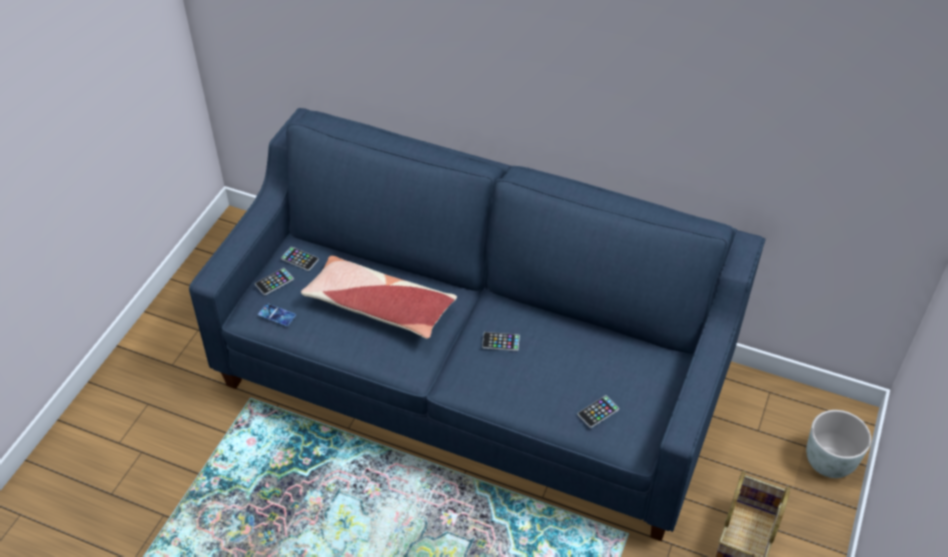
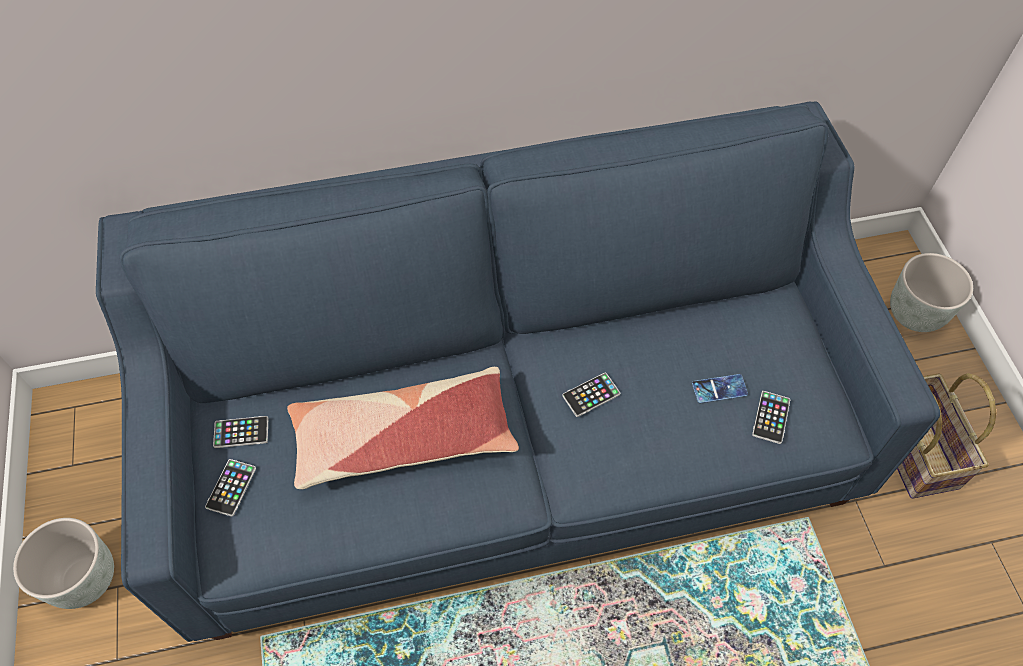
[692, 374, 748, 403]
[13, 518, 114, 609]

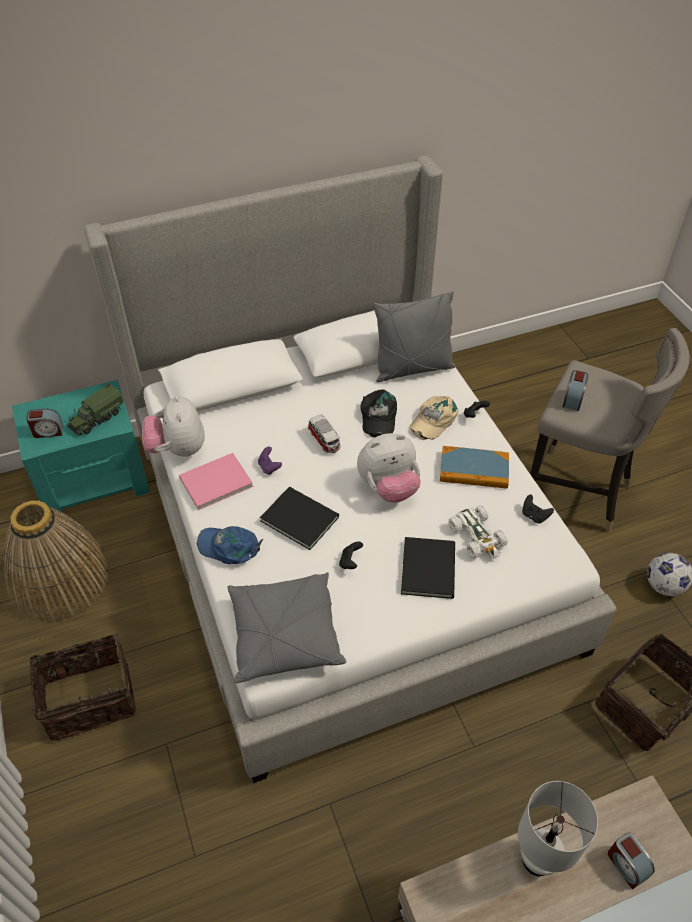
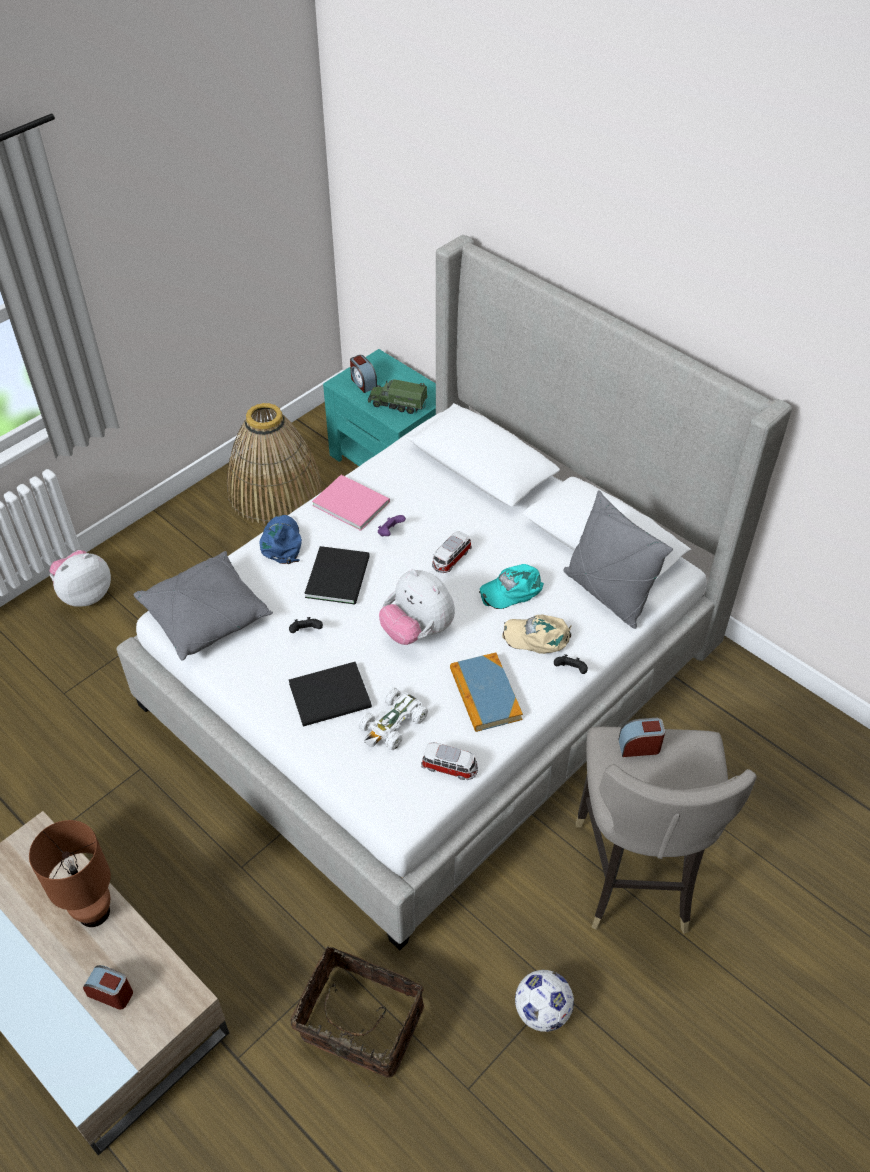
[30, 634, 136, 741] (first image)
[49, 550, 111, 607]
[479, 564, 544, 609]
[29, 820, 111, 927]
[421, 742, 478, 780]
[83, 965, 133, 1009]

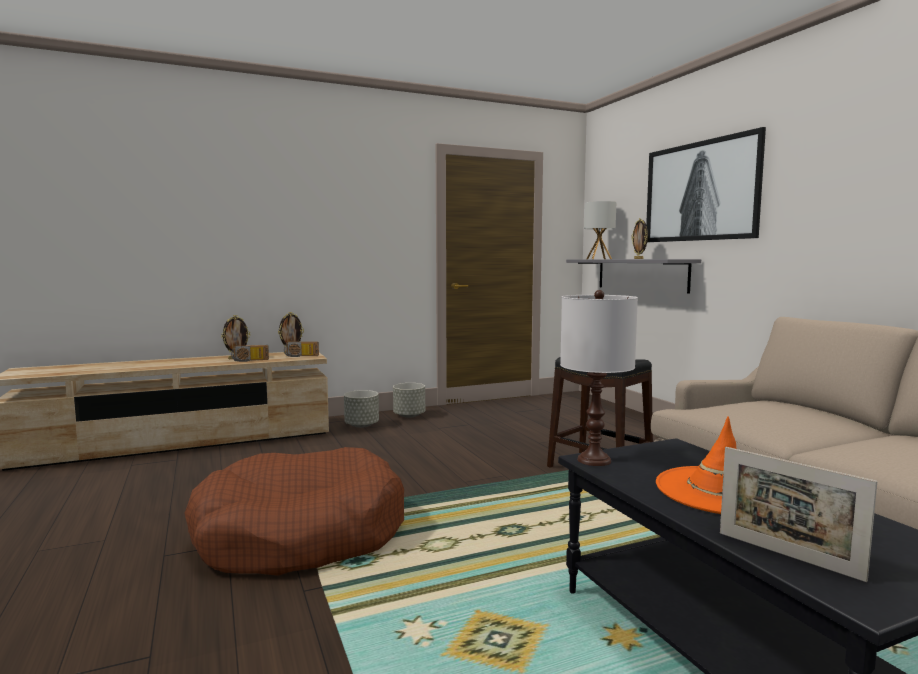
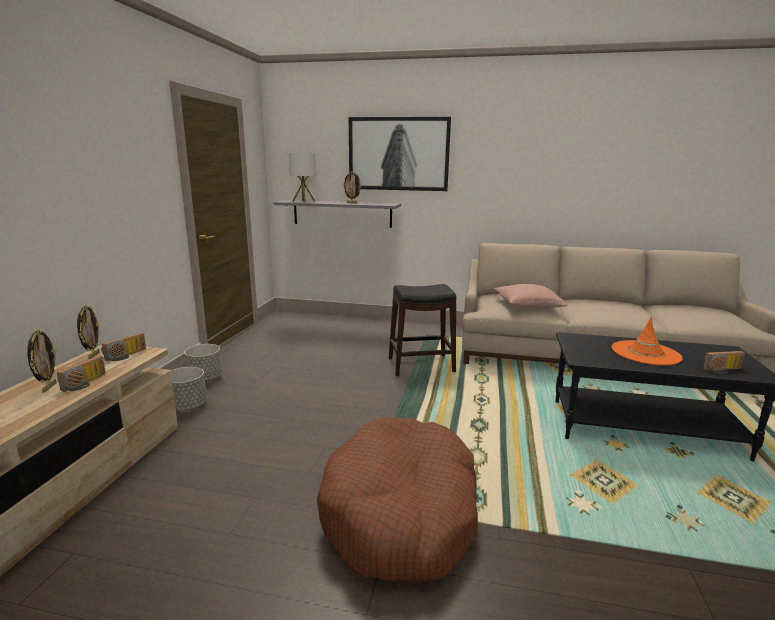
[560, 290, 638, 466] (first image)
[703, 351, 745, 374]
[494, 284, 568, 308]

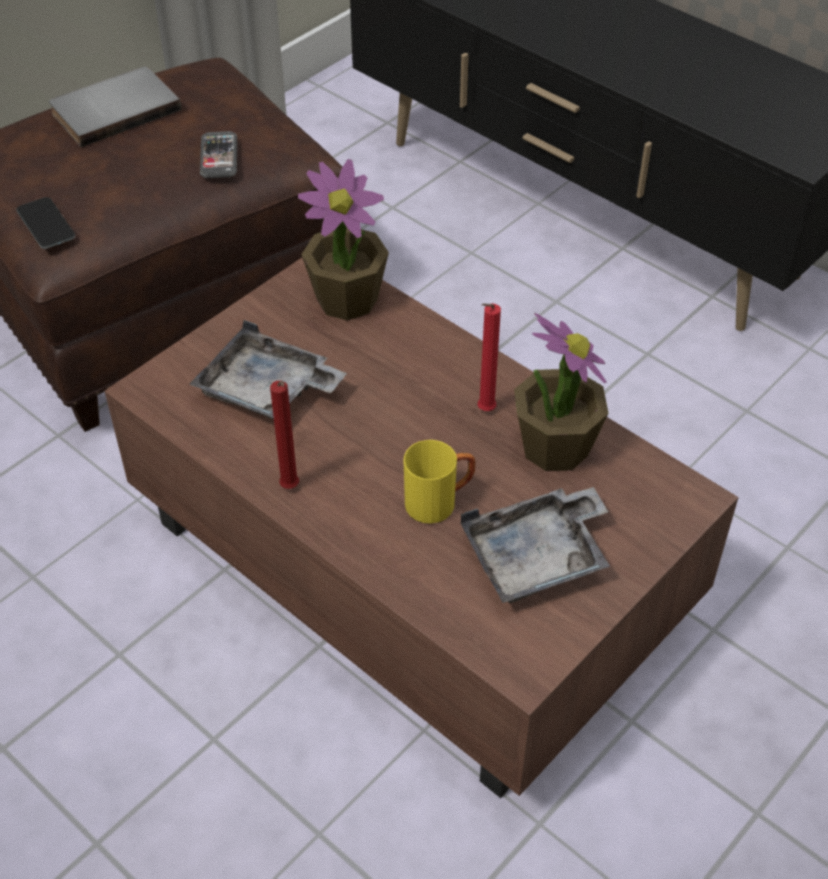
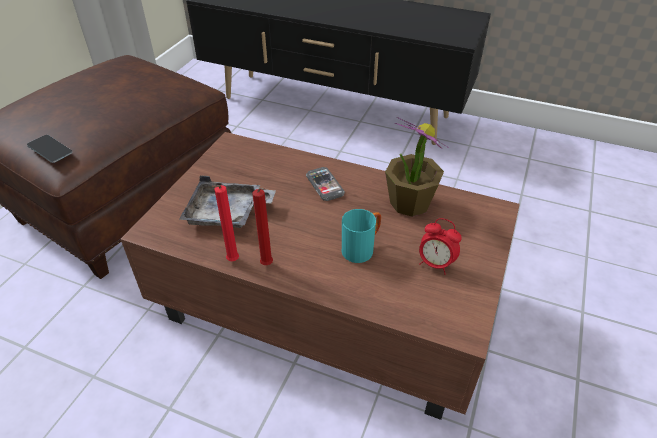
[49, 67, 182, 147] (first image)
[306, 167, 345, 201]
[298, 159, 389, 321] (first image)
[342, 209, 381, 263]
[419, 218, 462, 275]
[212, 185, 239, 261]

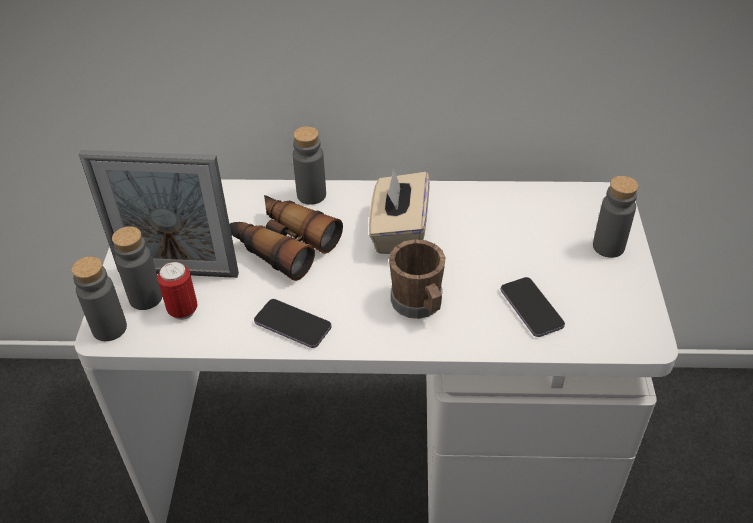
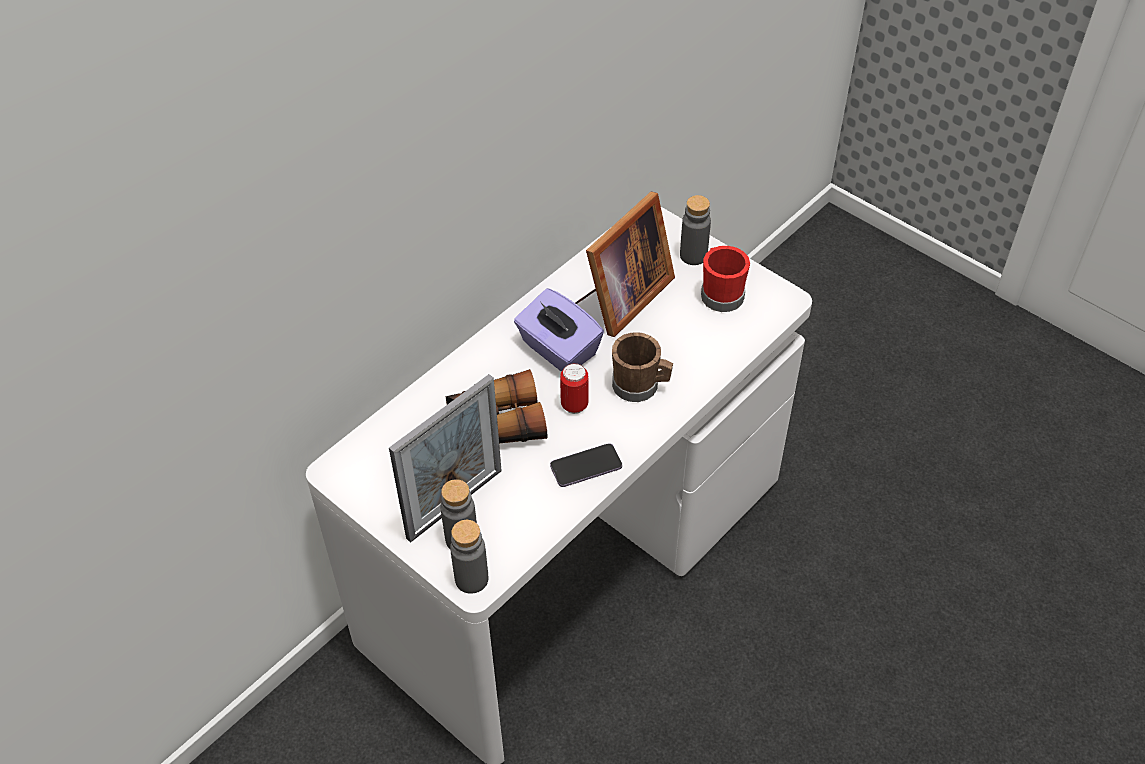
[560, 363, 589, 414]
[293, 126, 326, 205] (first image)
[514, 289, 604, 372]
[501, 277, 565, 337] (first image)
[575, 191, 675, 337]
[701, 246, 750, 312]

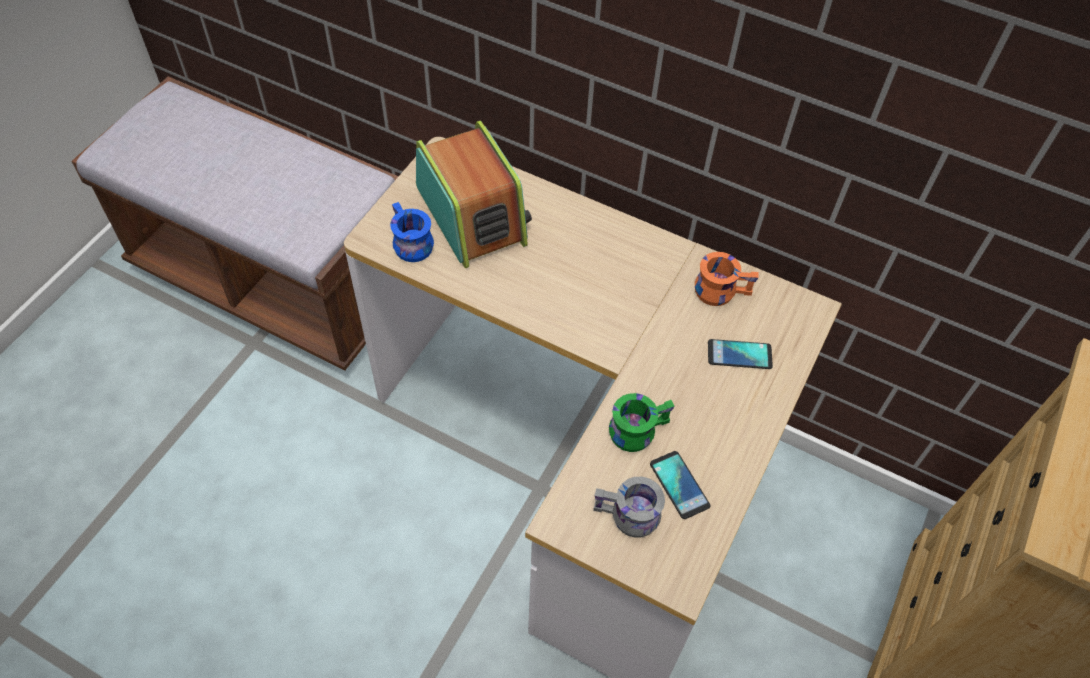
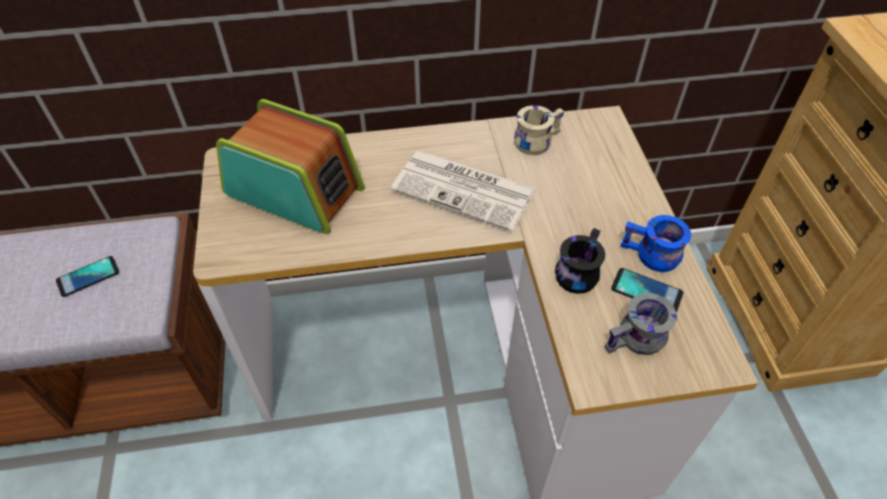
[620, 215, 691, 272]
[555, 228, 605, 294]
[514, 105, 564, 155]
[56, 256, 119, 297]
[391, 151, 536, 232]

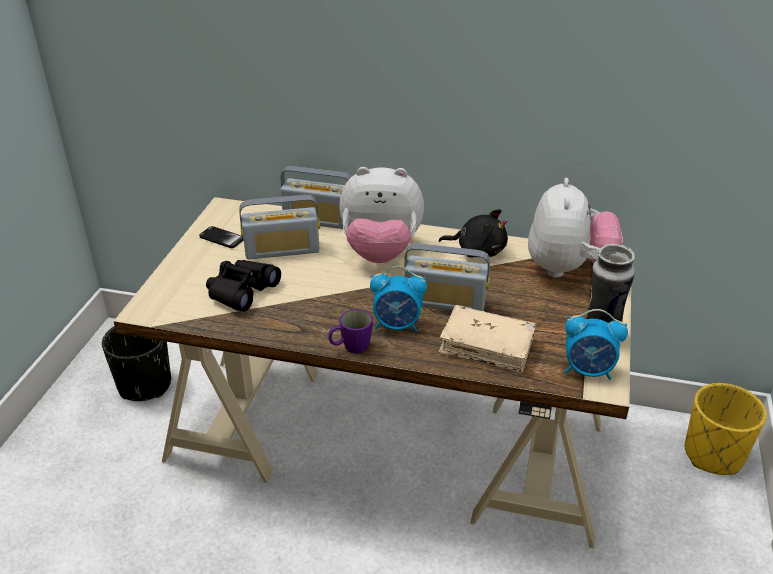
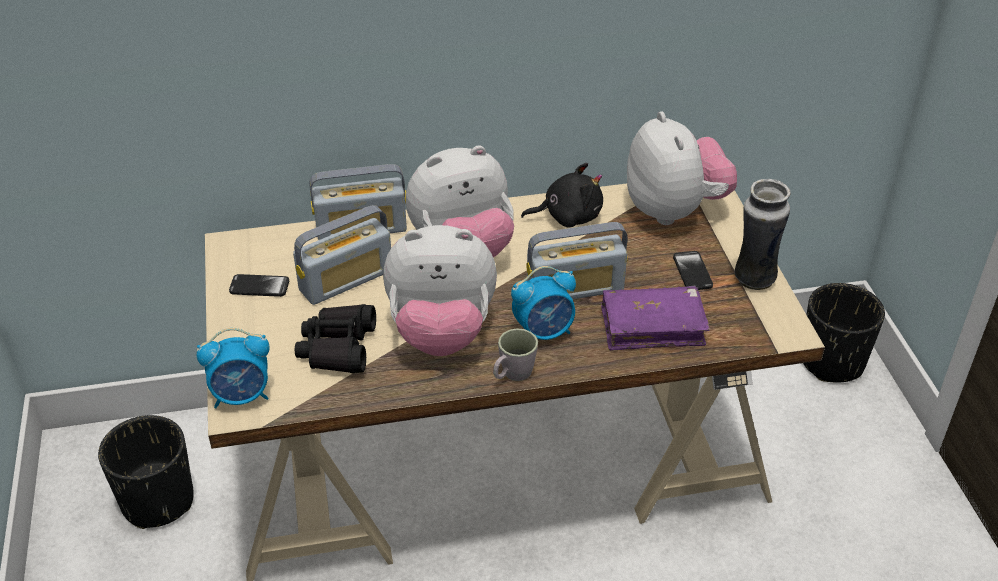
[493, 328, 538, 381]
[601, 286, 710, 351]
[197, 328, 270, 408]
[803, 283, 885, 382]
[383, 225, 497, 356]
[673, 251, 713, 290]

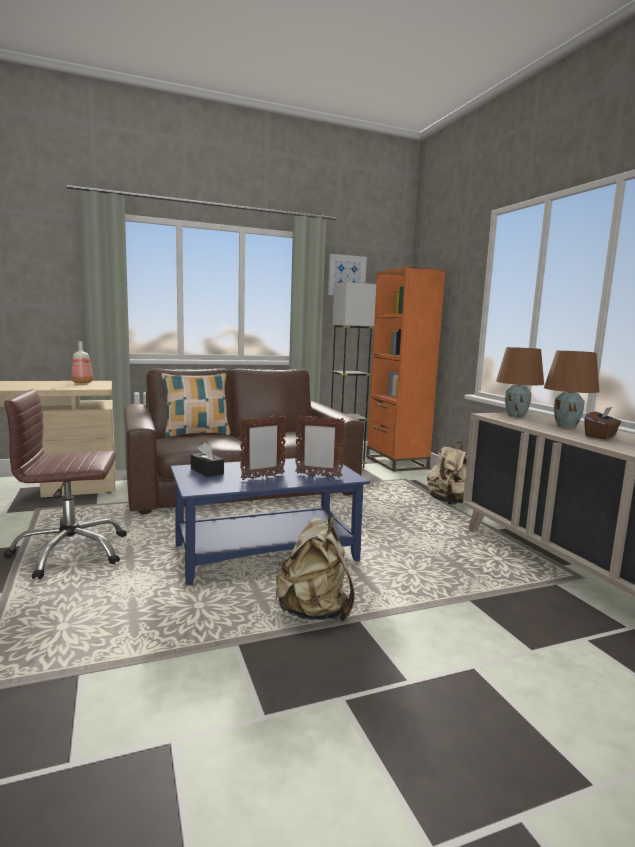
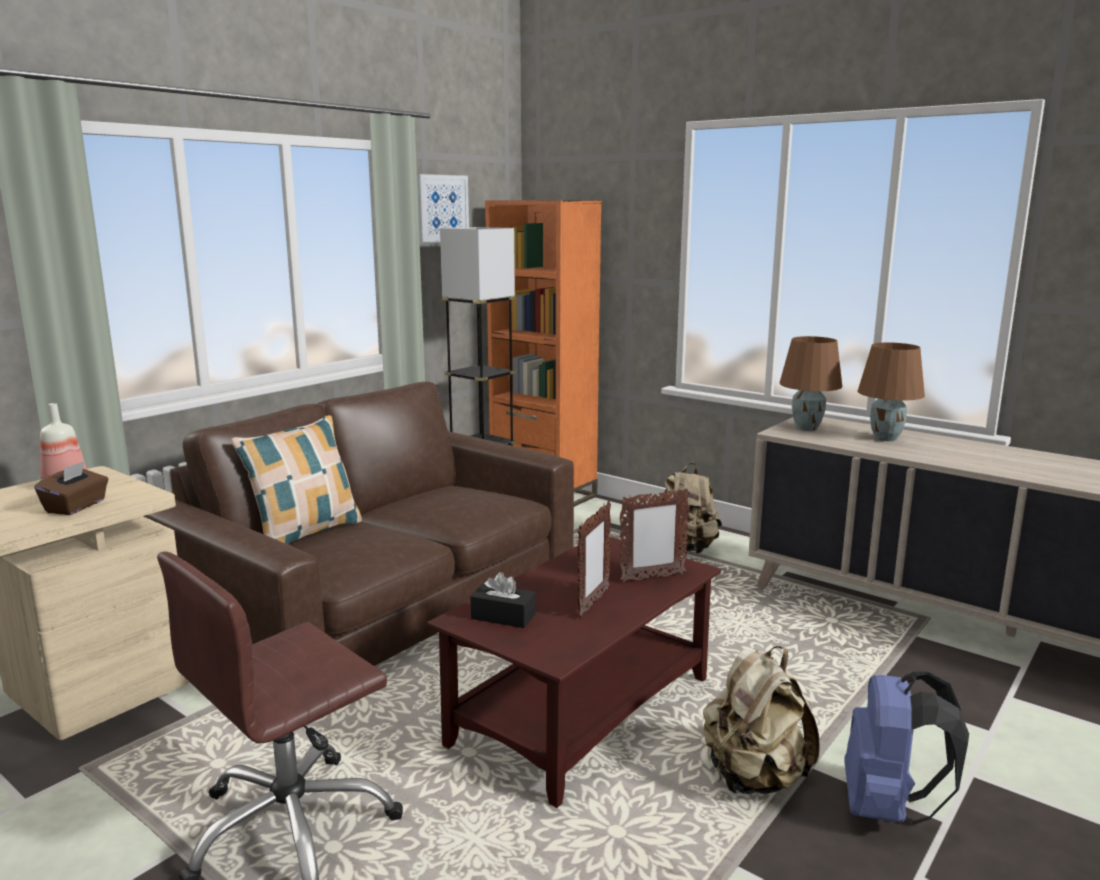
[427, 537, 721, 808]
[34, 461, 108, 515]
[844, 671, 969, 824]

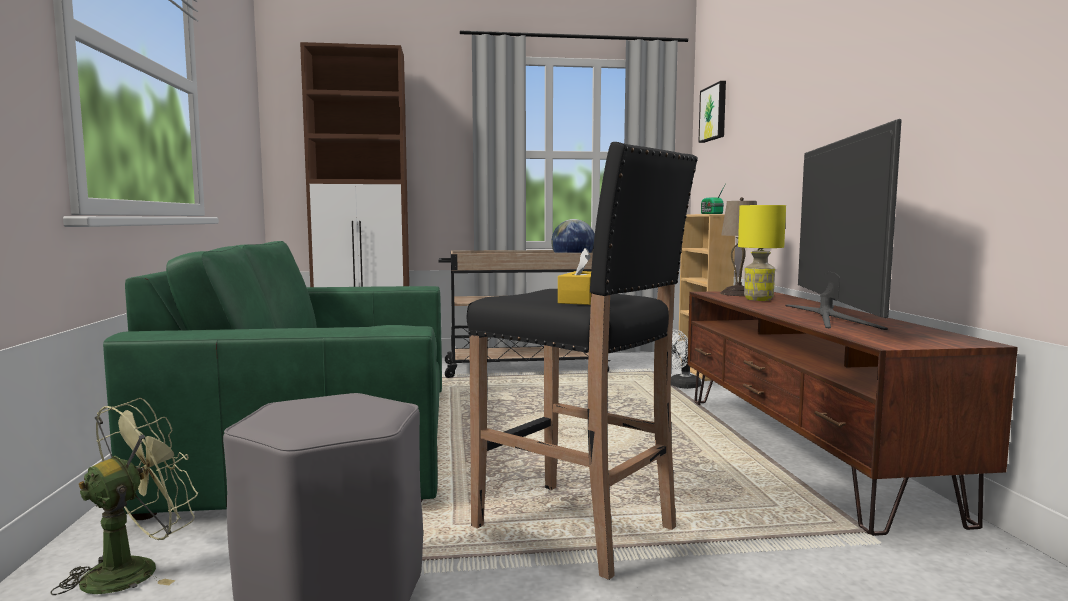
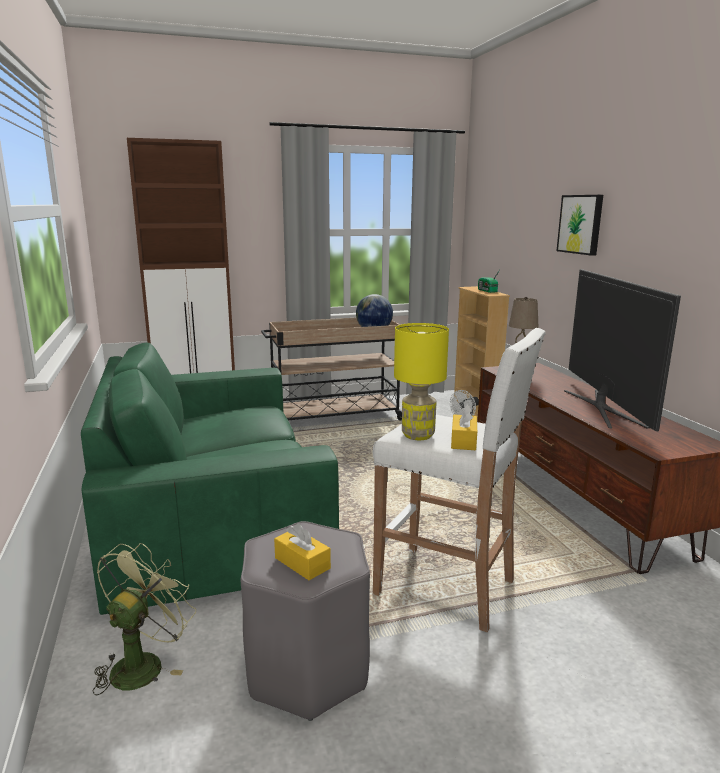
[373, 328, 546, 632]
[557, 195, 603, 256]
[394, 323, 449, 440]
[274, 523, 331, 580]

